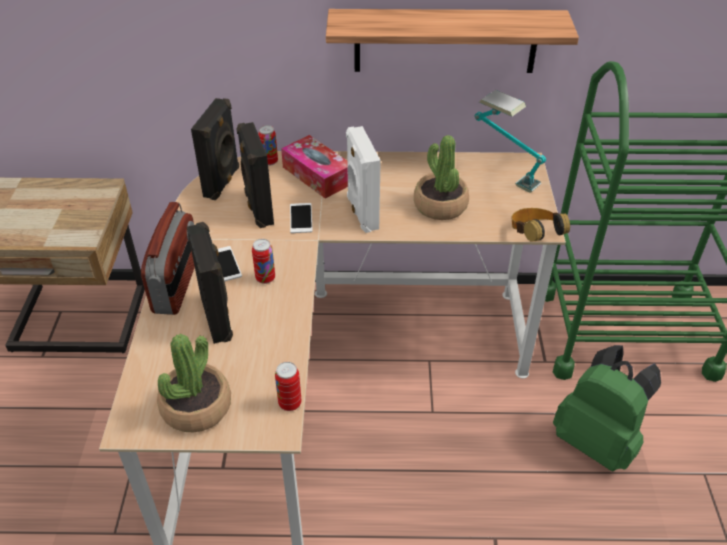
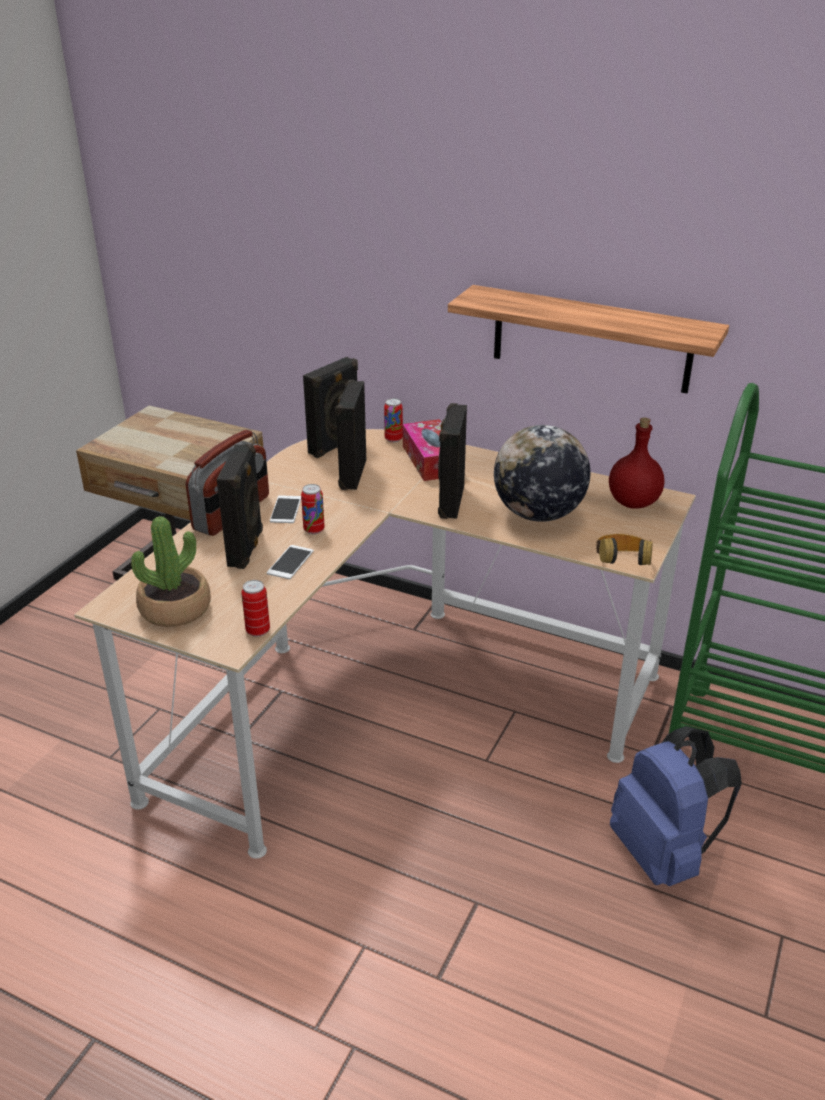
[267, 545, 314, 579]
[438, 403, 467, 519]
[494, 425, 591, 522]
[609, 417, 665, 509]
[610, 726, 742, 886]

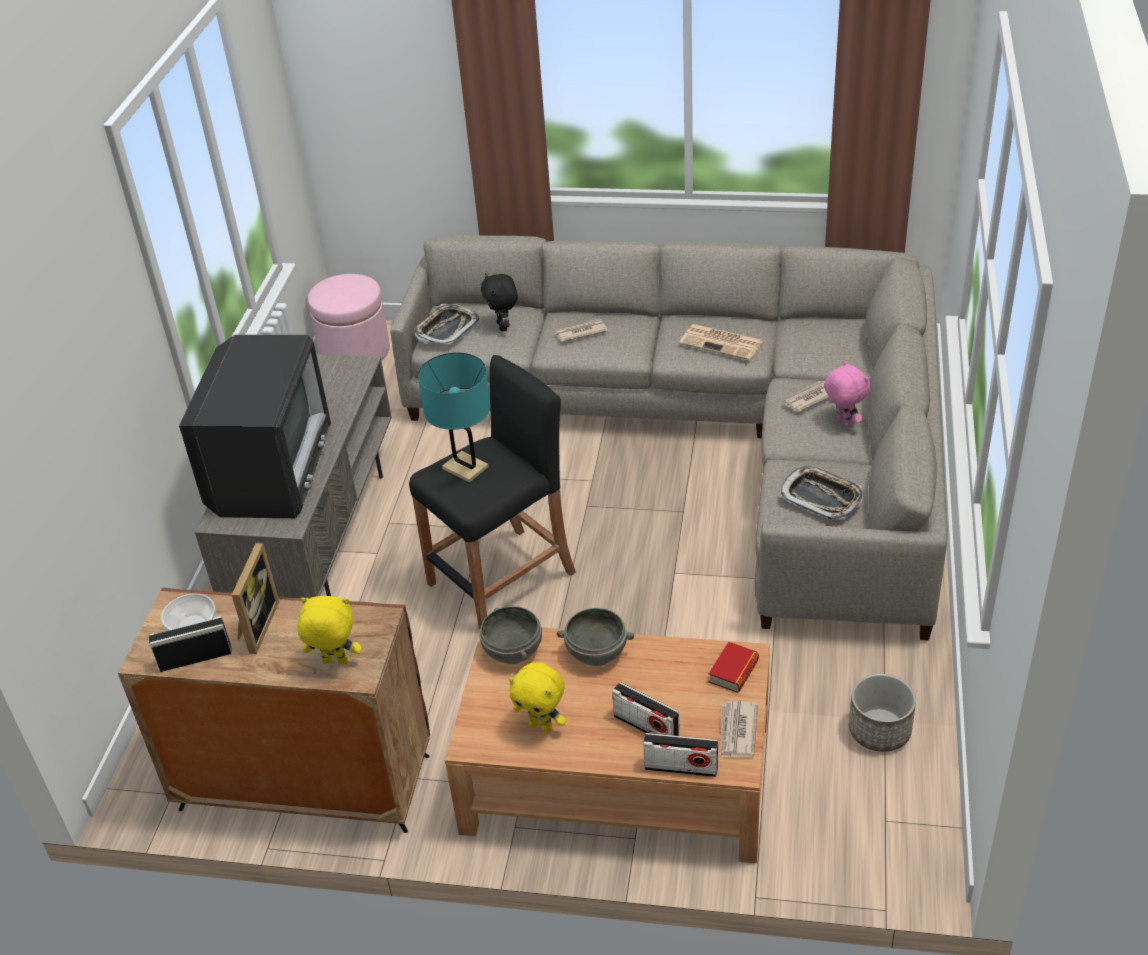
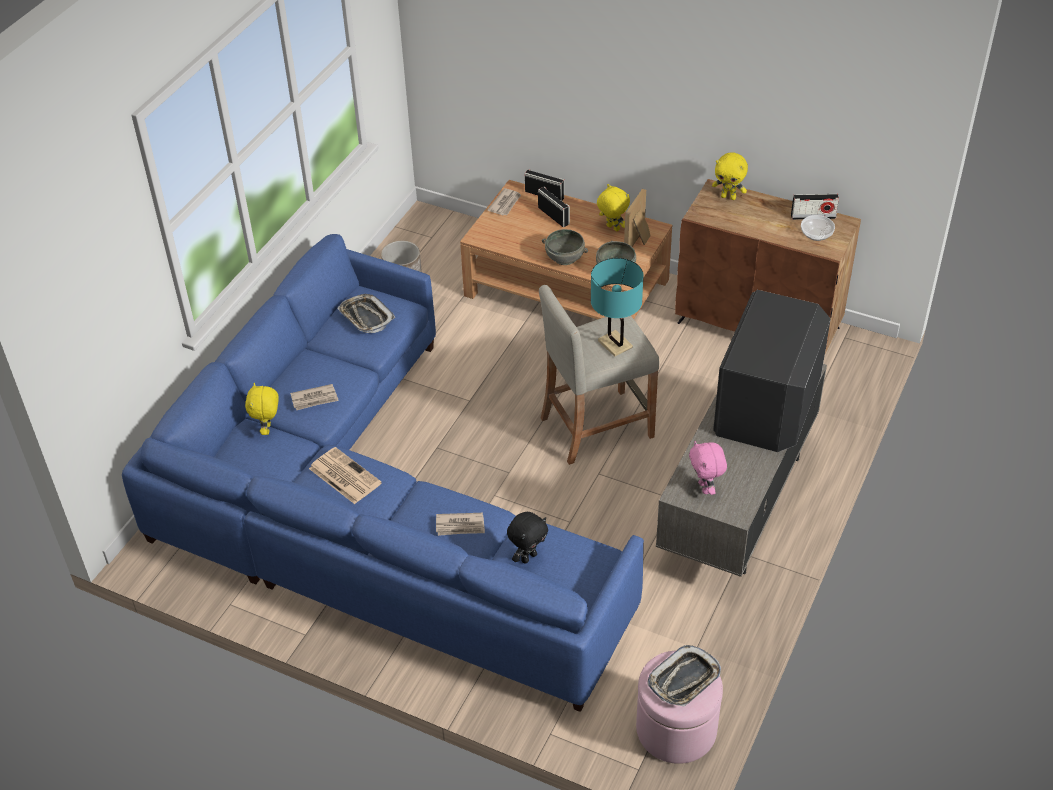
[624, 189, 651, 247]
[122, 234, 644, 712]
[539, 285, 659, 465]
[647, 645, 721, 707]
[507, 512, 548, 564]
[709, 642, 759, 693] (first image)
[689, 441, 727, 495]
[245, 383, 279, 435]

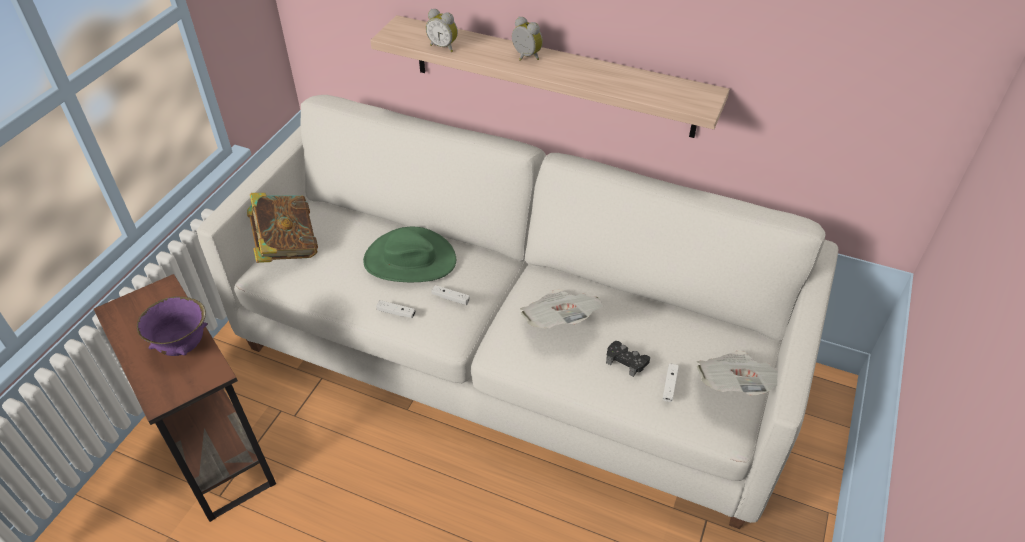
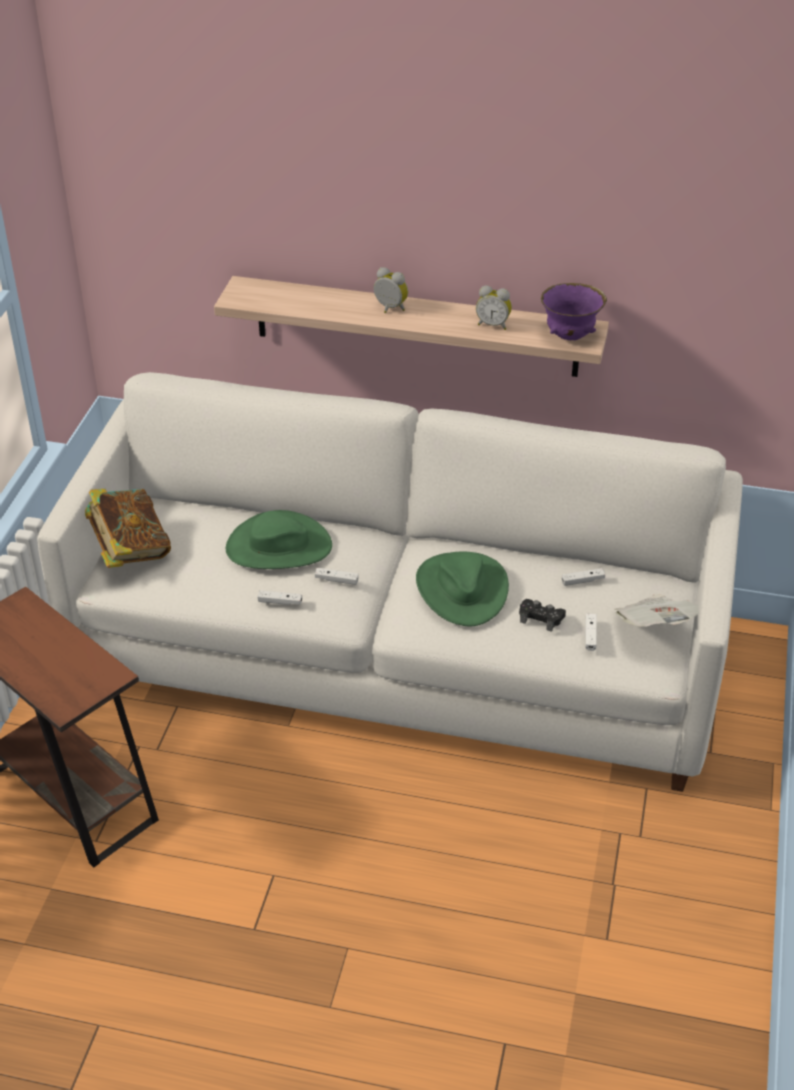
[541, 283, 607, 340]
[476, 285, 512, 330]
[416, 551, 509, 626]
[562, 568, 605, 586]

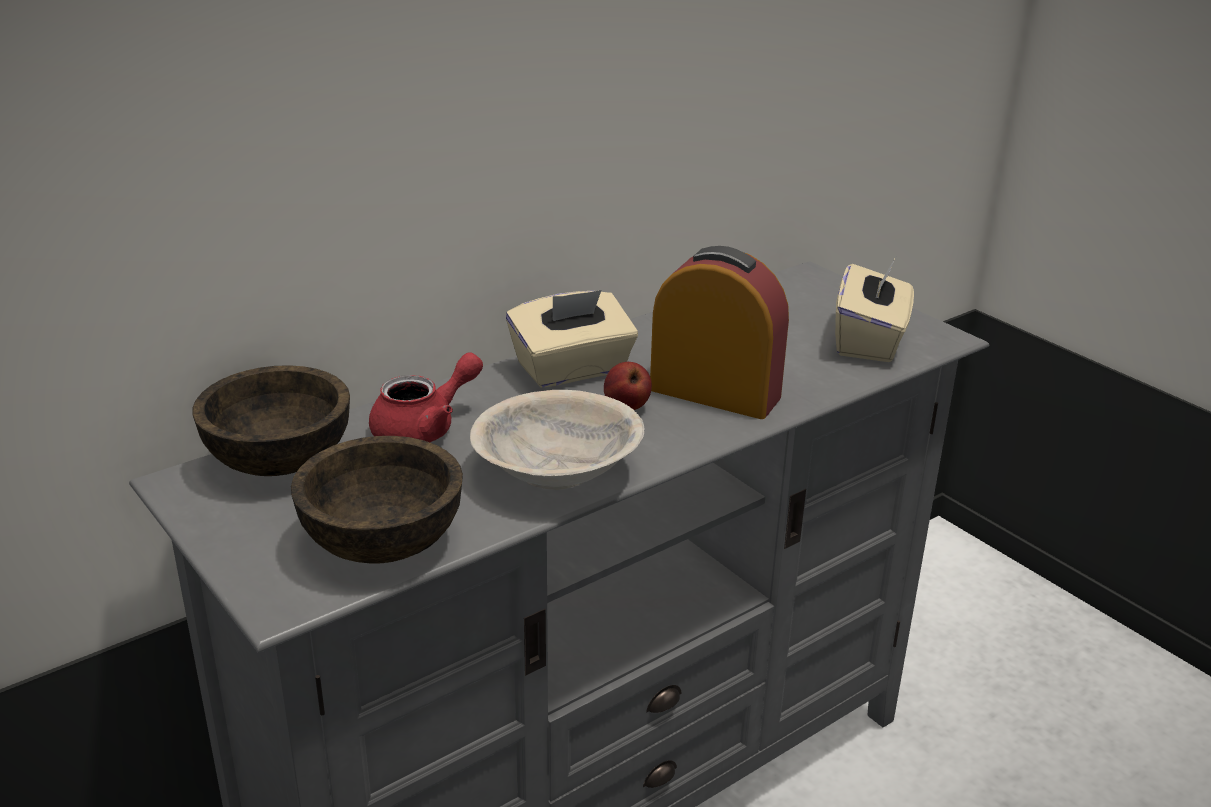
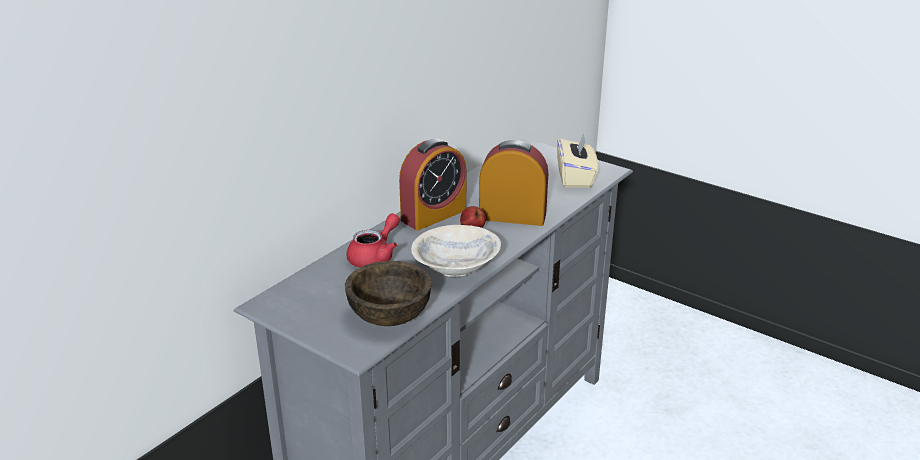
[192, 365, 350, 476] (first image)
[399, 139, 466, 230]

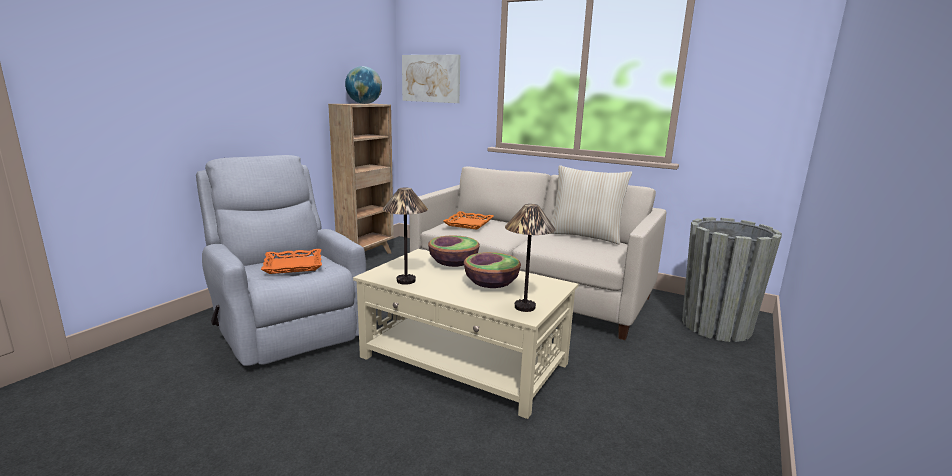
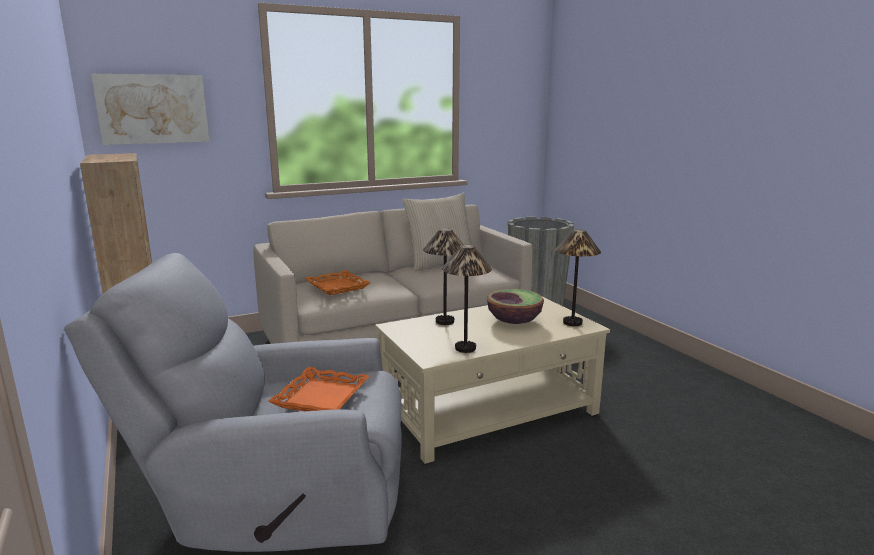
[345, 66, 382, 104] (first image)
[423, 228, 464, 325]

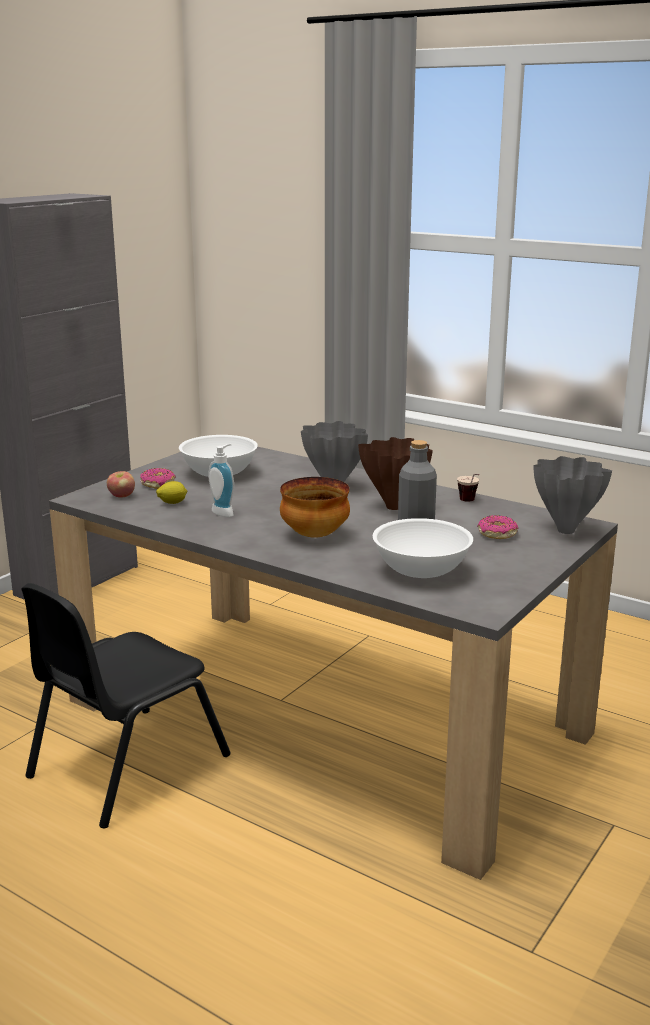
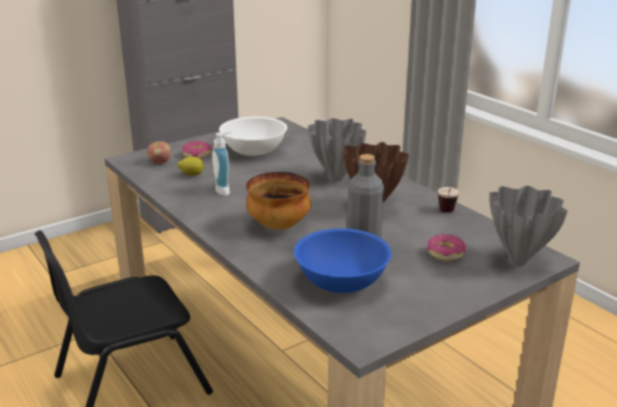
[294, 228, 392, 293]

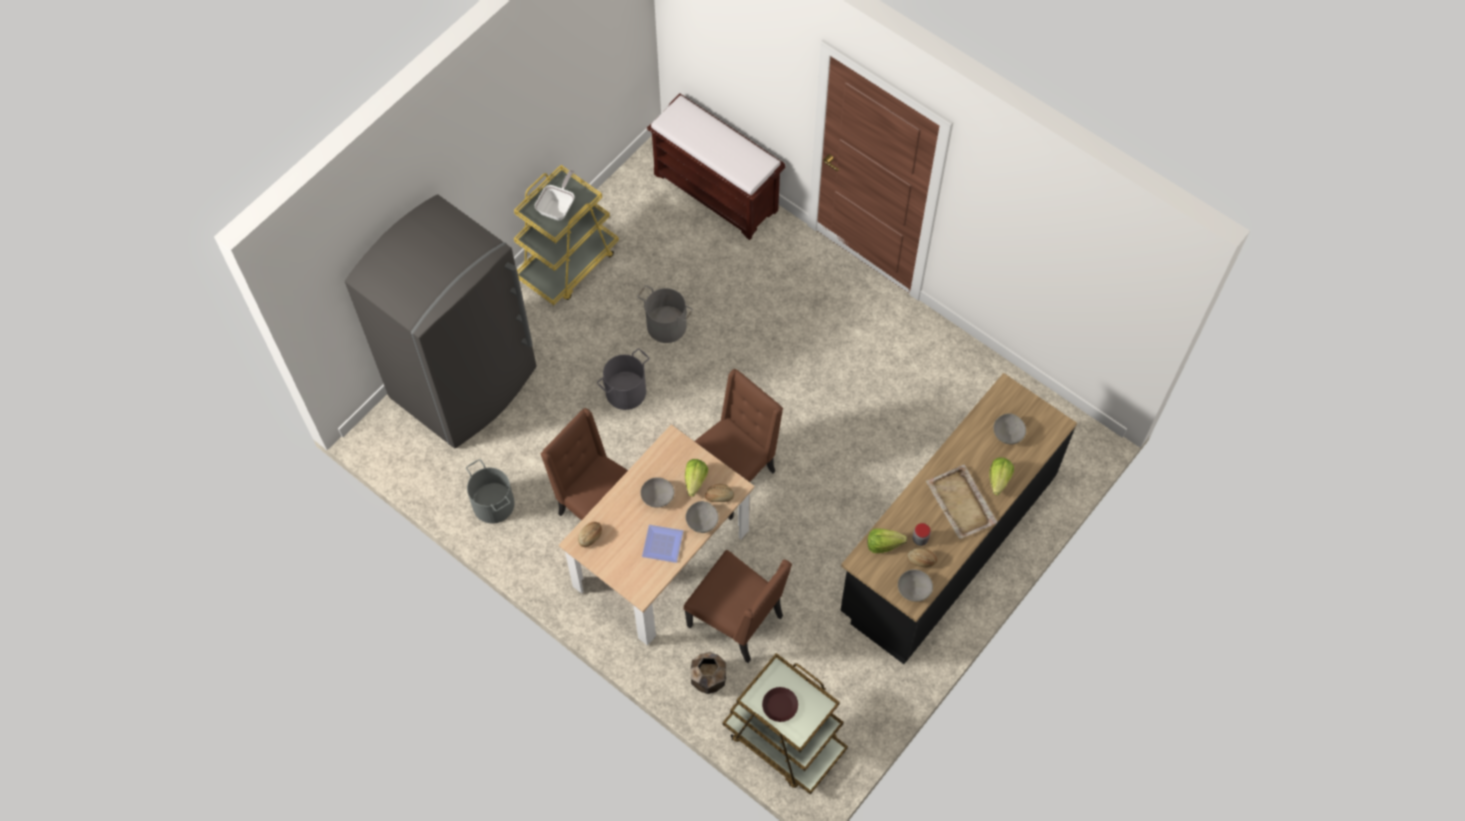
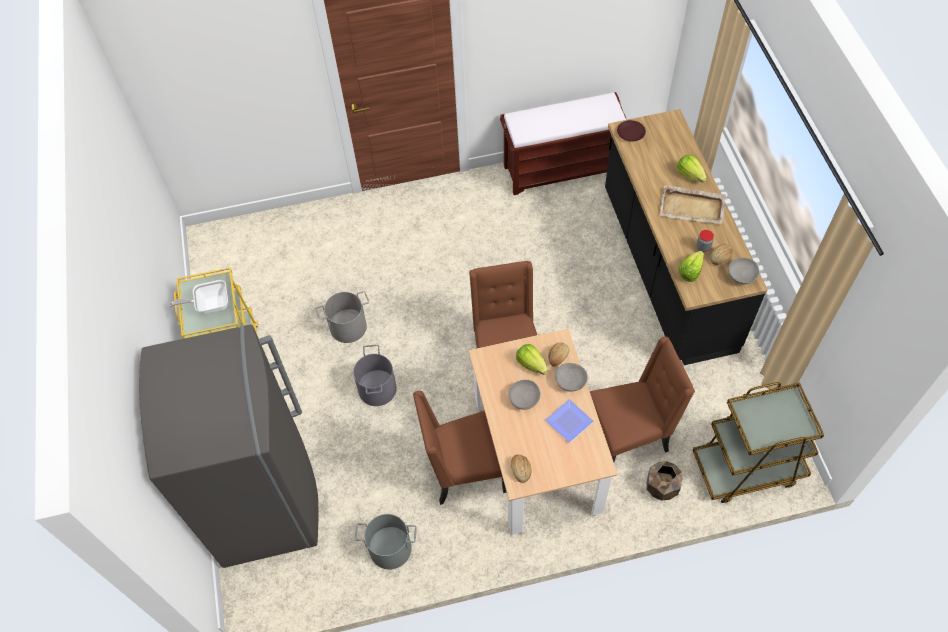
[169, 280, 228, 314]
[500, 92, 627, 195]
[617, 120, 646, 142]
[993, 413, 1026, 445] (first image)

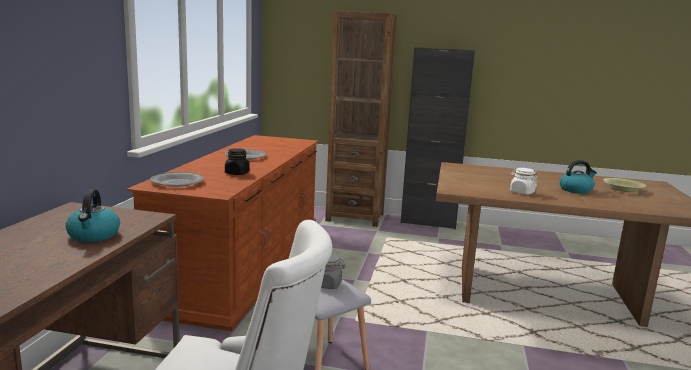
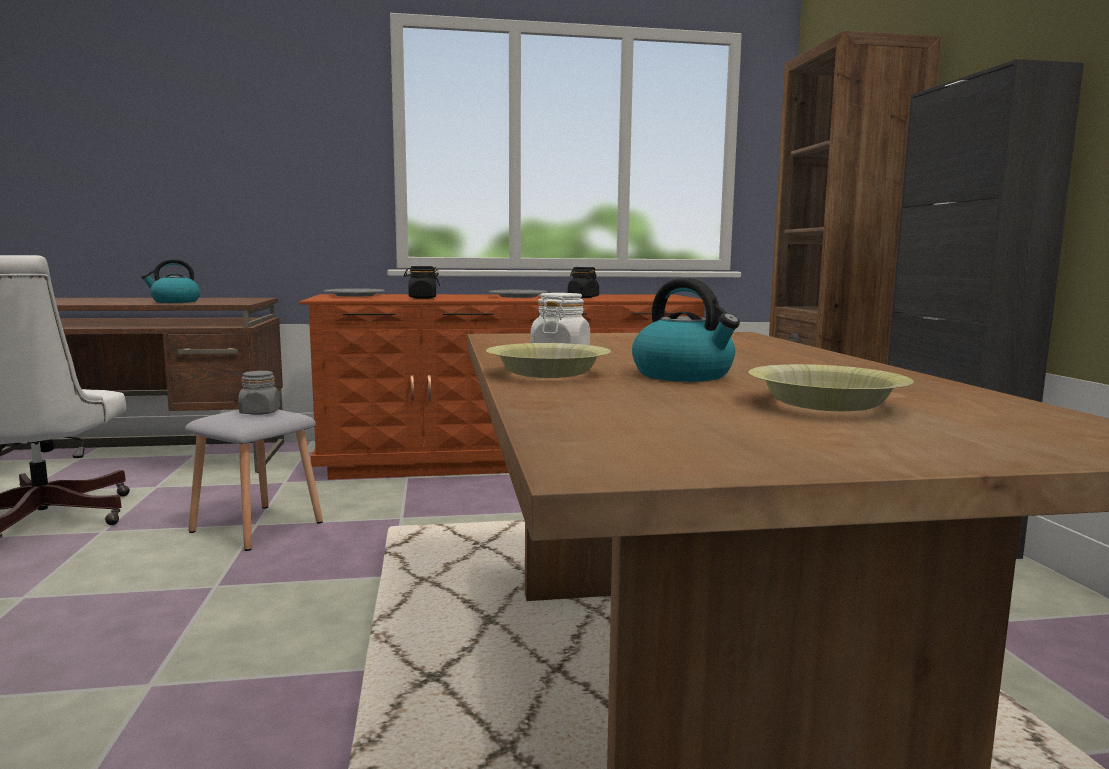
[486, 343, 611, 378]
[568, 267, 599, 298]

